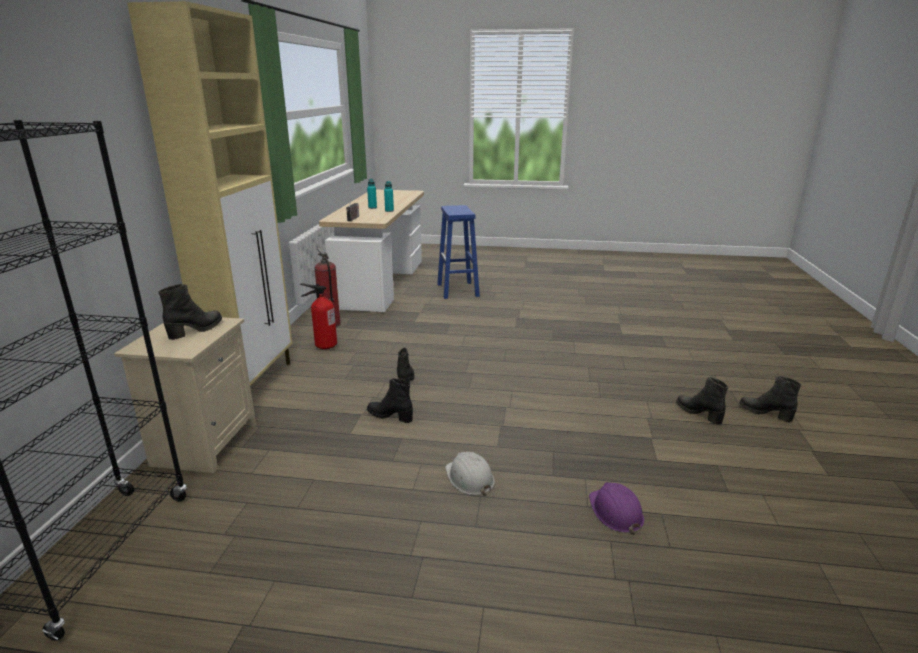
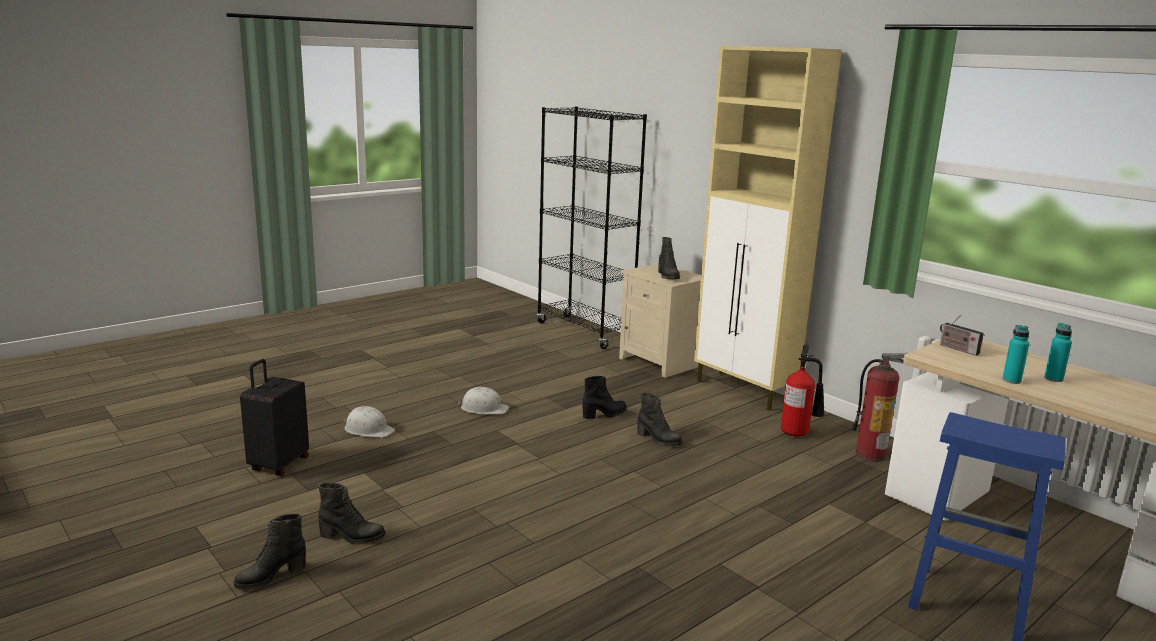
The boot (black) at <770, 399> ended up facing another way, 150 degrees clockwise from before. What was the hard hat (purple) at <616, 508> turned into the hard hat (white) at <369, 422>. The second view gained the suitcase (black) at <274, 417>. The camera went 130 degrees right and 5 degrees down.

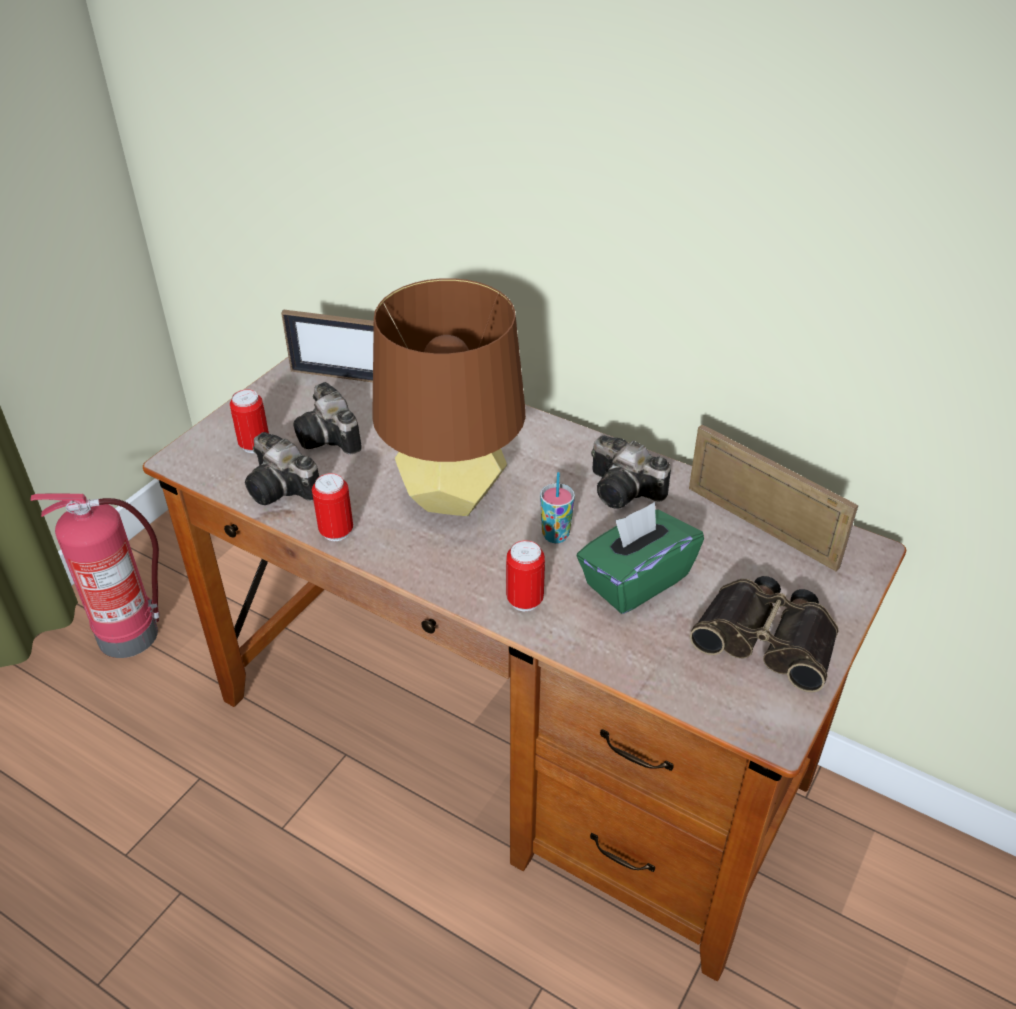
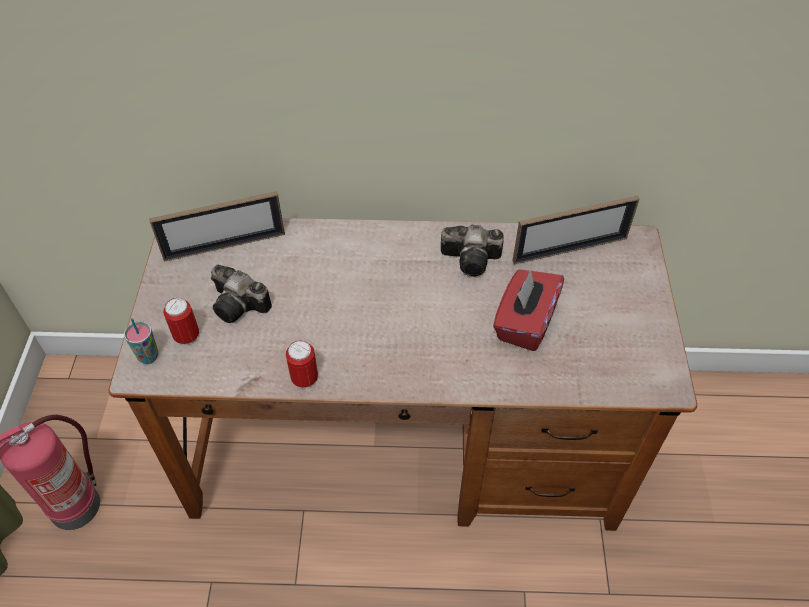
The second view lost the table lamp (brown) at <449, 397>. The picture frame at <773, 497> ended up facing another way, 150 degrees clockwise from before. The second view lost the photo camera at <282, 468>. The cup ended up elsewhere, having gone from <557, 507> to <141, 341>. What was the tissue box (green) at <640, 558> turned into the tissue box (red) at <528, 310>. The second view lost the can at <525, 575>. The second view lost the binoculars at <764, 634>. The camera went 30 degrees left and 10 degrees up.

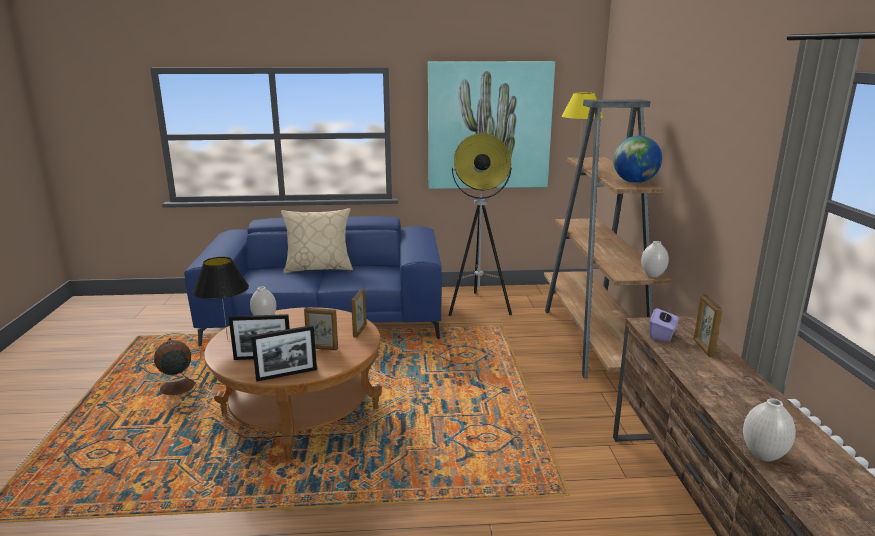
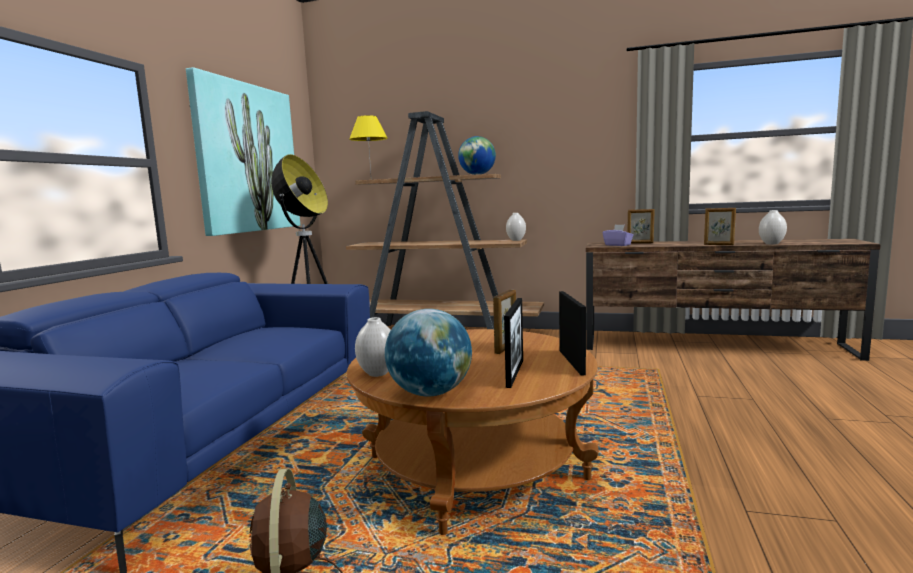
The second view lost the pillow (beige) at <317, 240>. Where the table lamp (black) stood at <221, 298>, the globe came to stand at <428, 353>. The picture frame ended up elsewhere, having gone from <359, 313> to <720, 226>. The camera went 70 degrees left and 10 degrees down.

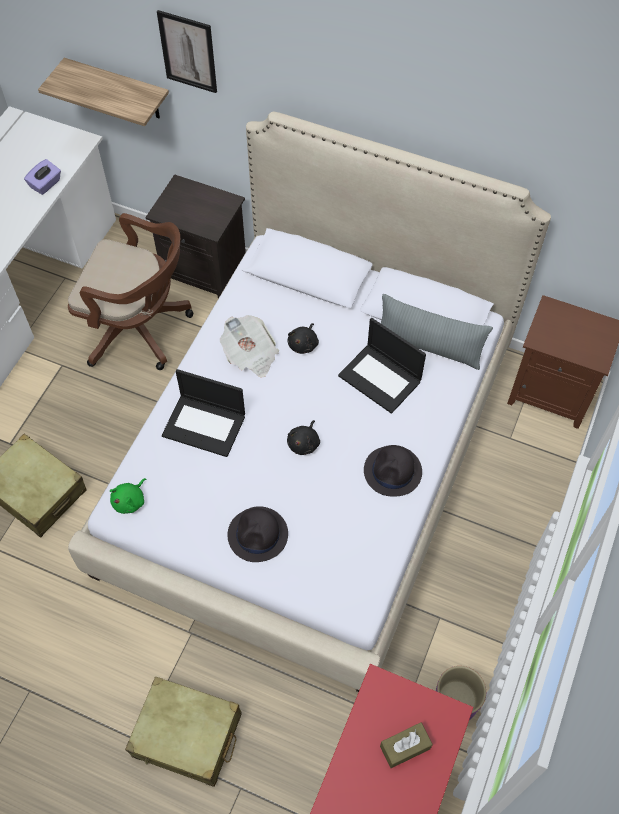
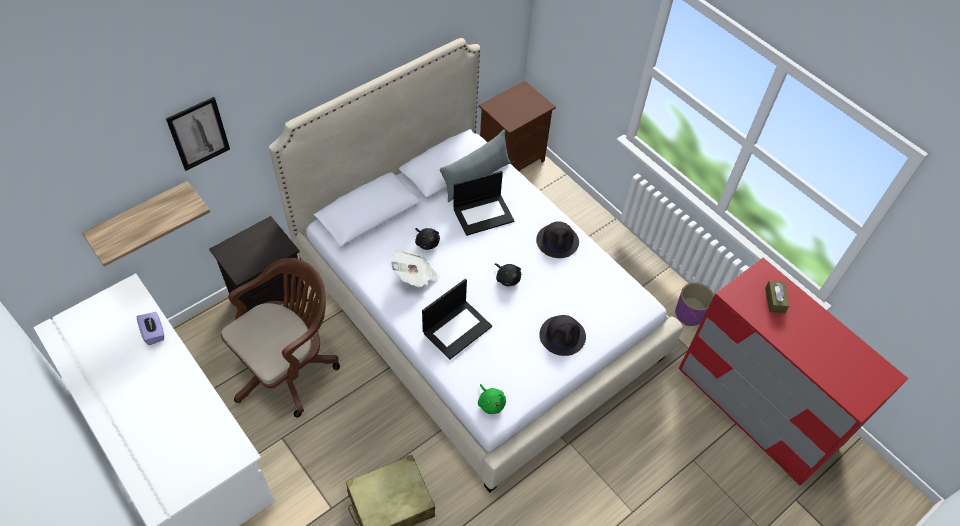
The second view lost the suitcase (beige) at <183, 732>. The camera went 65 degrees left and 5 degrees down.

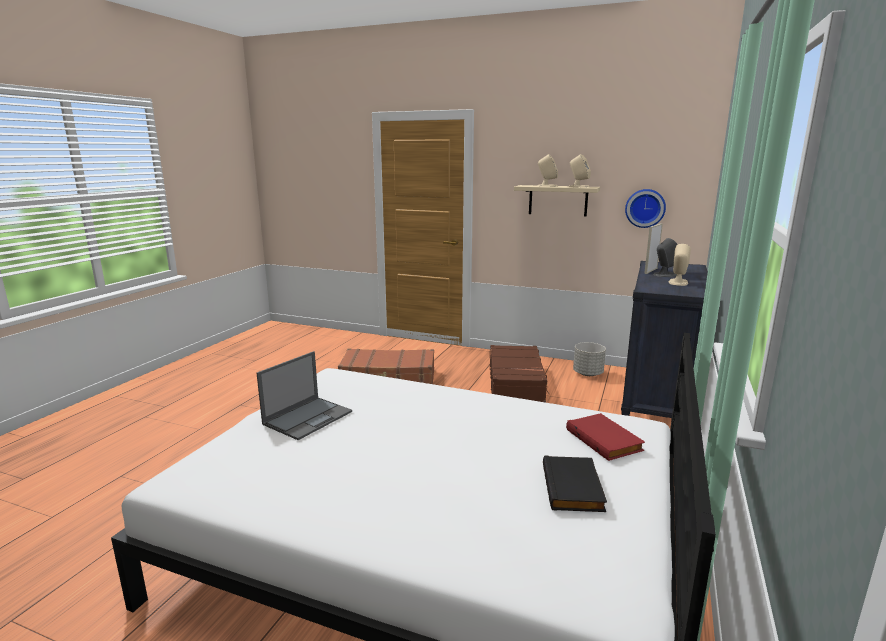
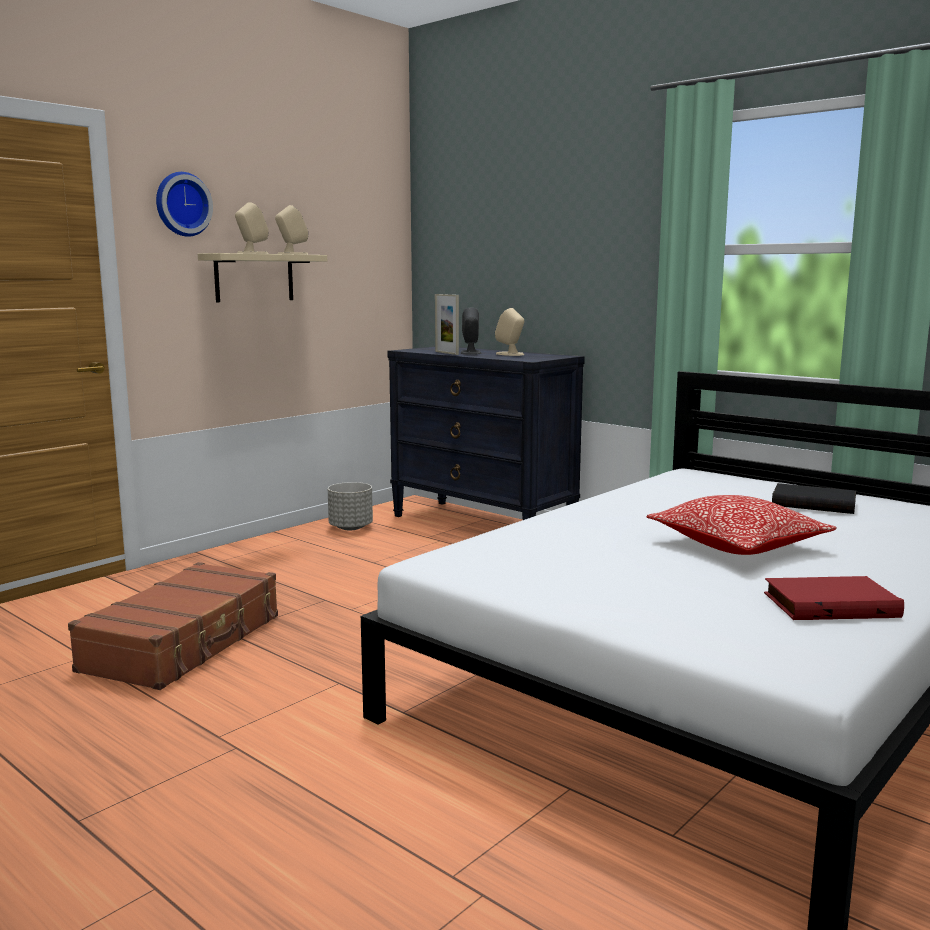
The wall clock ended up elsewhere, having gone from <645, 208> to <184, 204>. The second view lost the suitcase (brown) at <520, 374>. The second view lost the laptop at <304, 395>. The book (red) ended up elsewhere, having gone from <605, 437> to <834, 598>. The second view gained the pillow at <741, 525>. The camera went 70 degrees left and 5 degrees down.

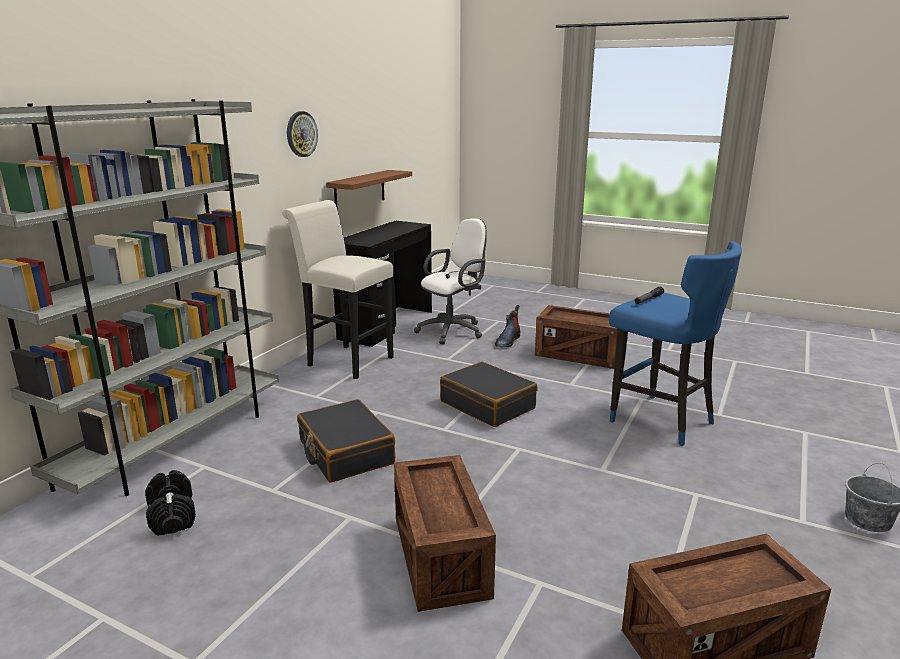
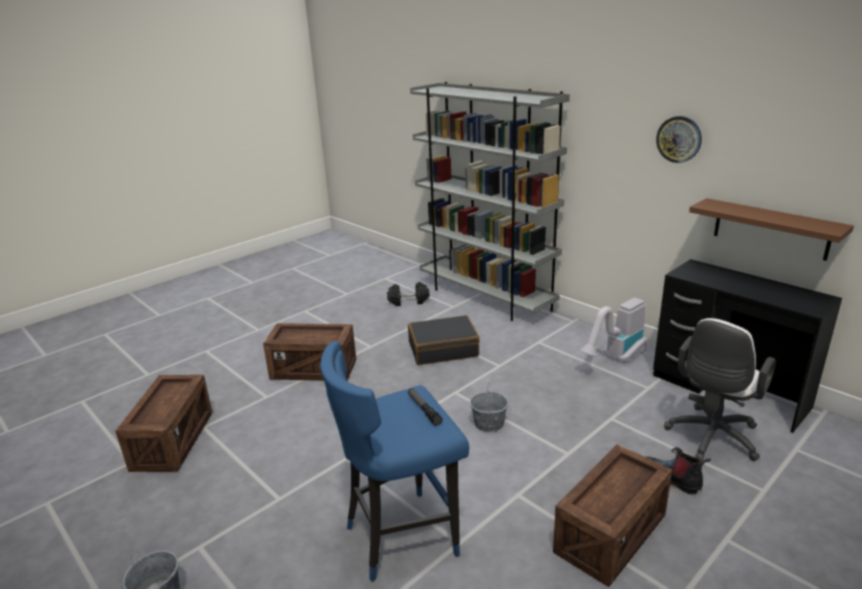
Where the stool (white) stood at <338, 289>, the vacuum cleaner came to stand at <613, 330>. The office chair (white) at <450, 281> ended up facing another way, 60 degrees clockwise from before. Where the suitcase (black) stood at <489, 394>, the bucket (grey) came to stand at <489, 407>. The camera went 110 degrees right and 5 degrees up.

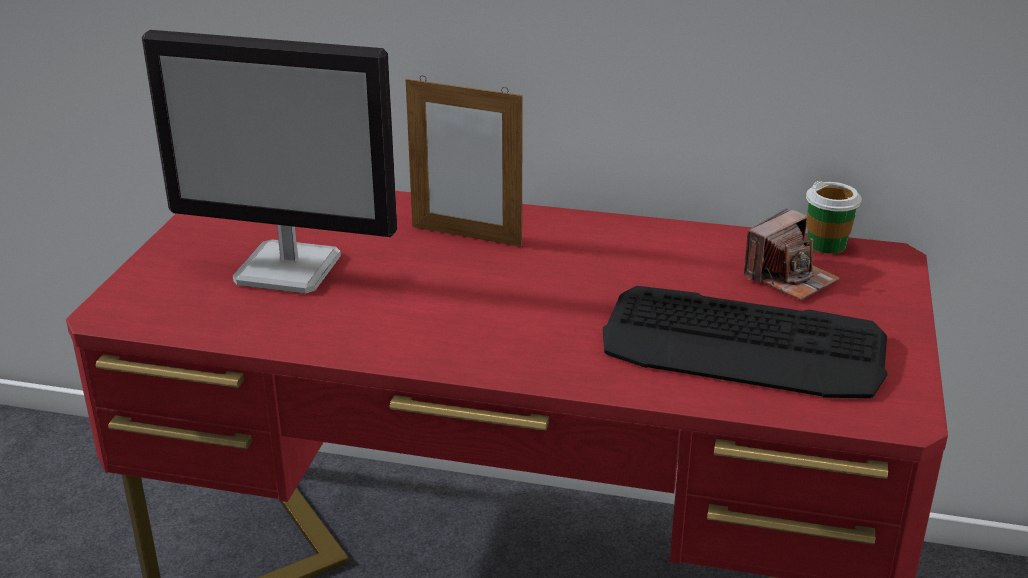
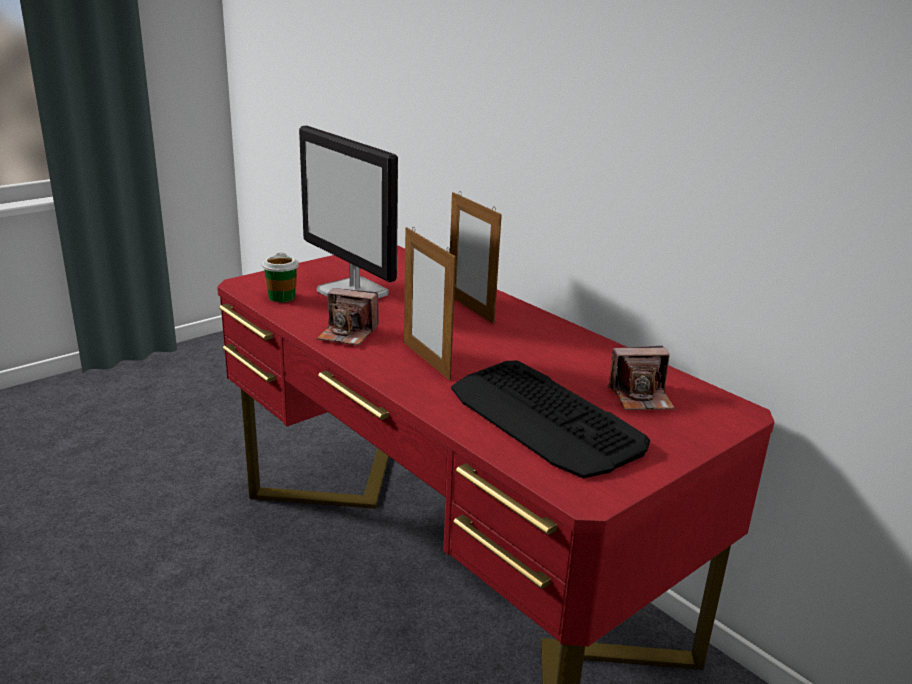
The cup ended up elsewhere, having gone from <834, 217> to <280, 277>. The second view gained the picture frame at <430, 303>. The second view gained the photo camera at <348, 317>. The camera went 35 degrees right and 5 degrees down.

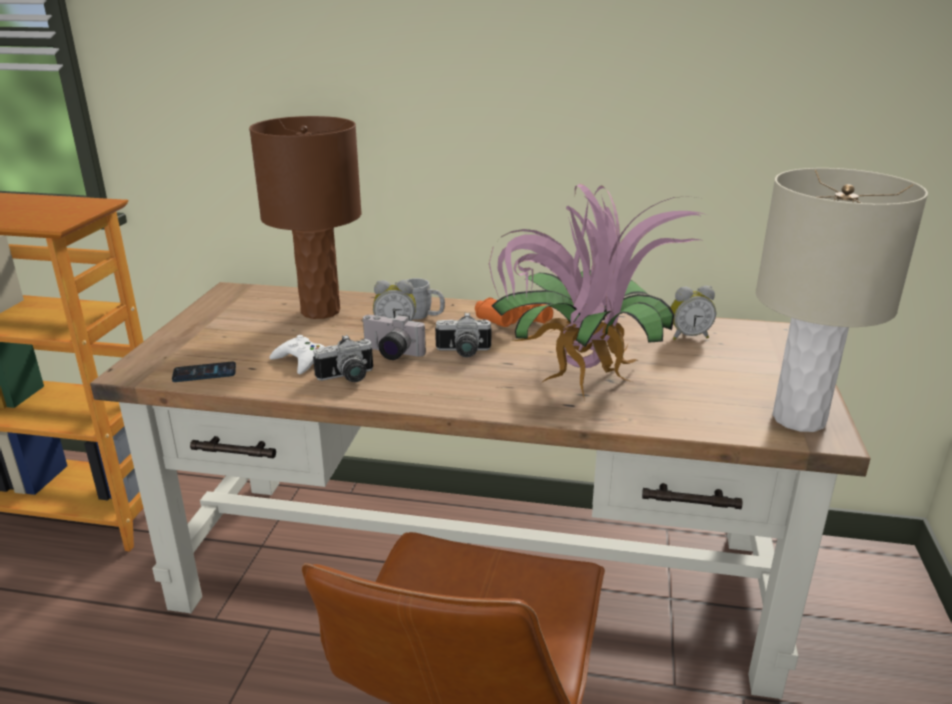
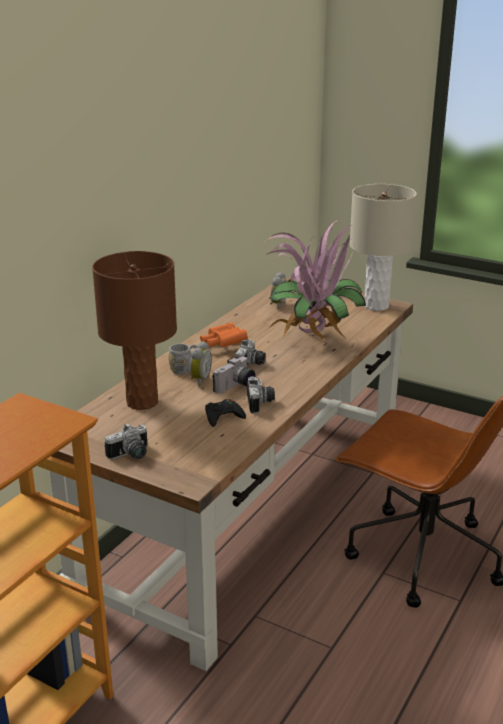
What was the game controller (white) at <297, 354> turned into the game controller (black) at <225, 413>. The second view lost the phone at <204, 372>. The second view gained the photo camera at <126, 441>. The camera went 70 degrees left and 0 degrees up.

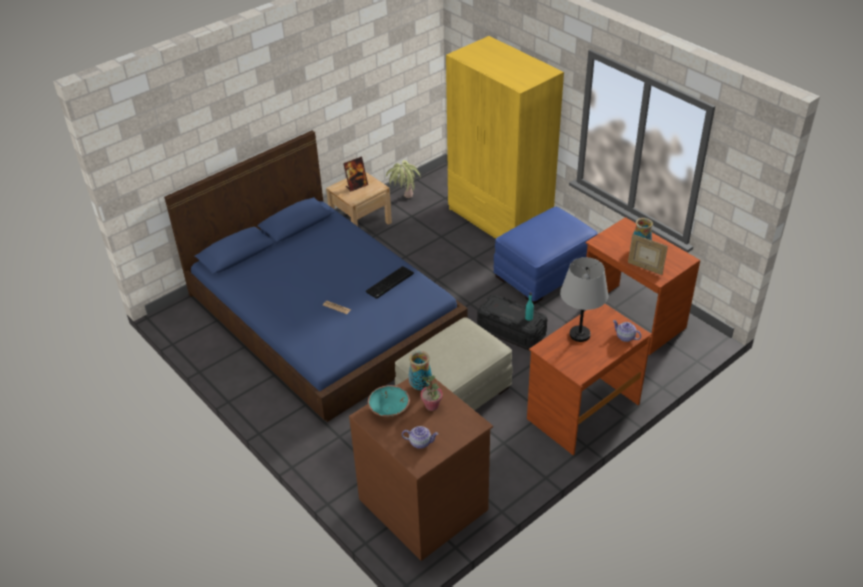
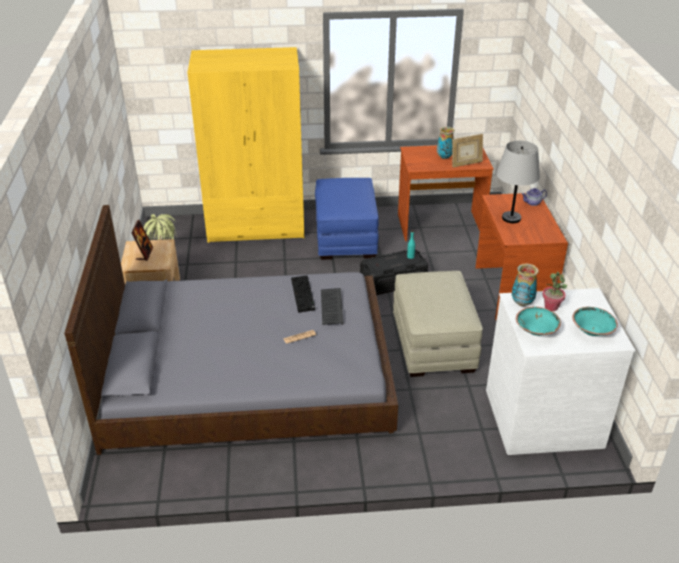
What was the bed (blue) at <316, 276> turned into the bed (grey) at <231, 330>. What was the dresser (brown) at <421, 469> turned into the dresser (white) at <560, 371>. Where the teapot stood at <420, 437>, the bowl (turquoise) came to stand at <595, 321>. The second view gained the keyboard at <332, 306>. The camera went 55 degrees left and 5 degrees down.

